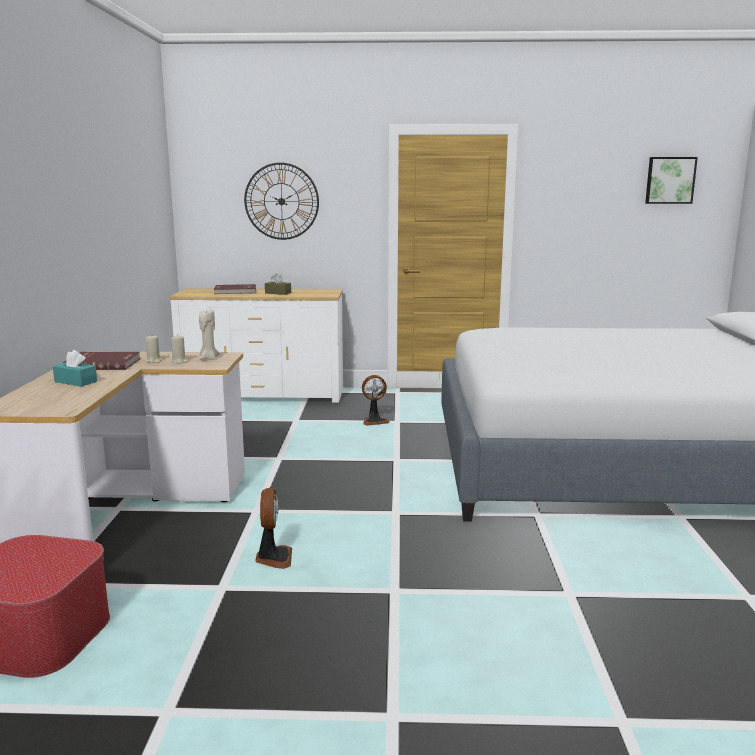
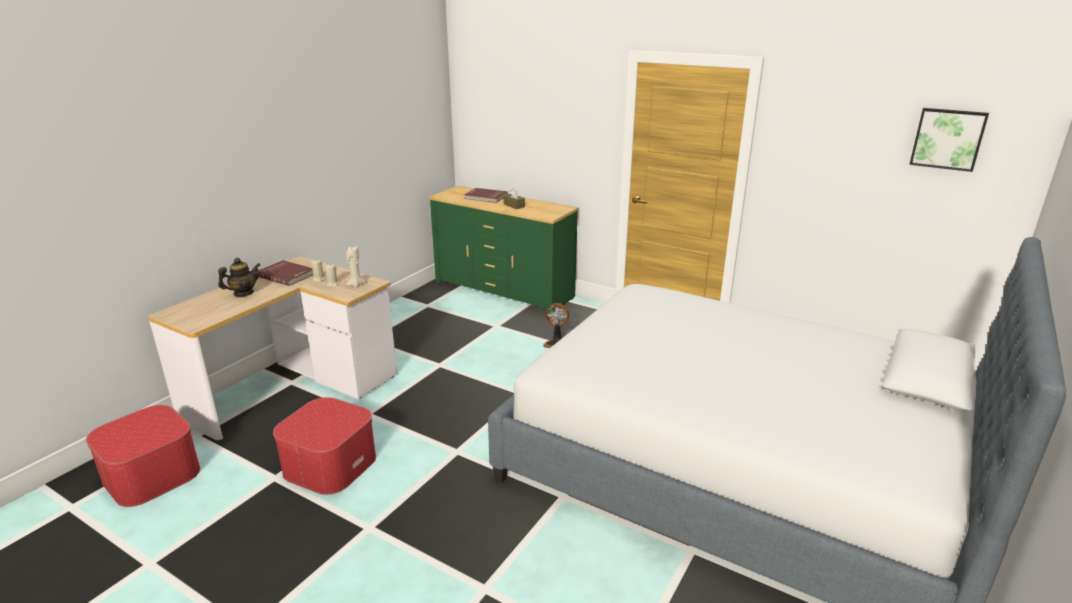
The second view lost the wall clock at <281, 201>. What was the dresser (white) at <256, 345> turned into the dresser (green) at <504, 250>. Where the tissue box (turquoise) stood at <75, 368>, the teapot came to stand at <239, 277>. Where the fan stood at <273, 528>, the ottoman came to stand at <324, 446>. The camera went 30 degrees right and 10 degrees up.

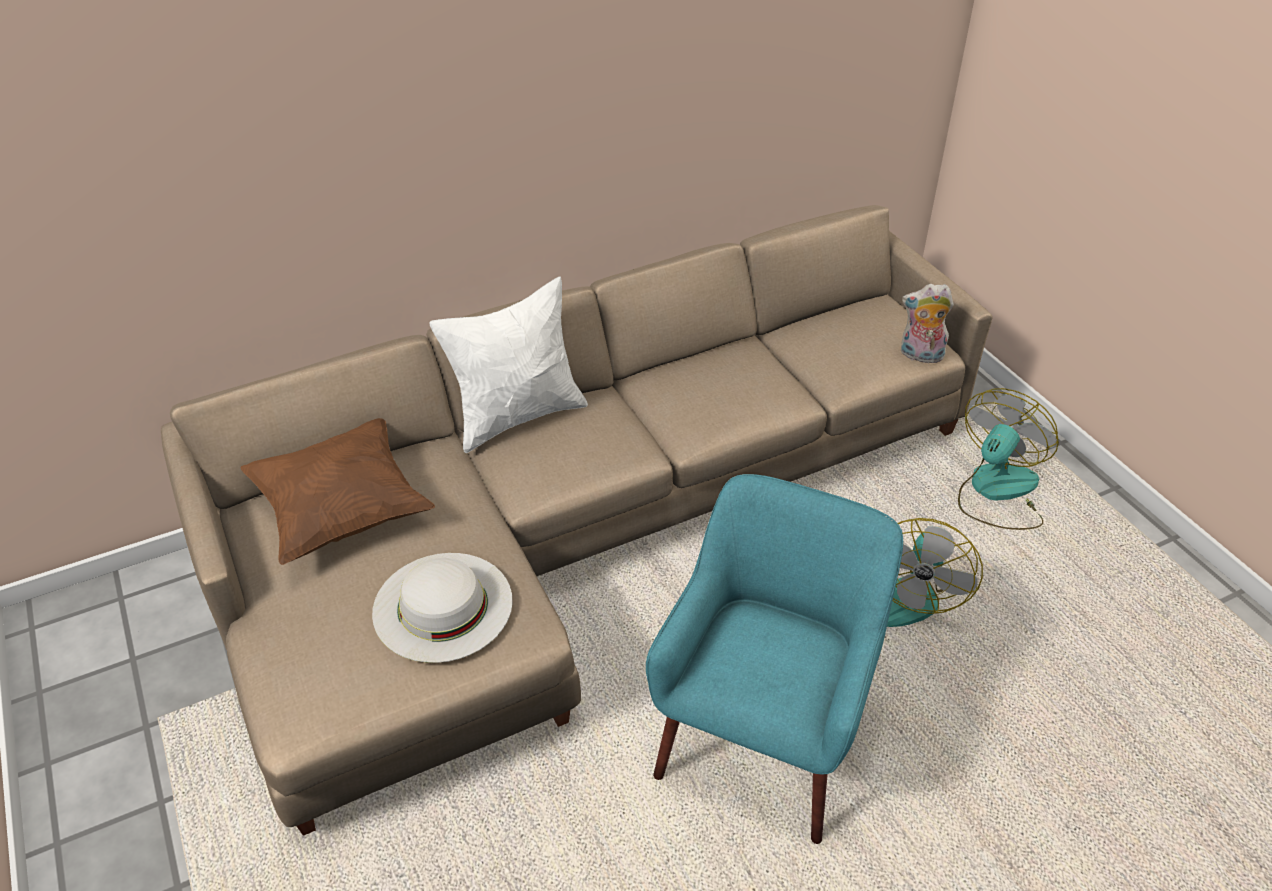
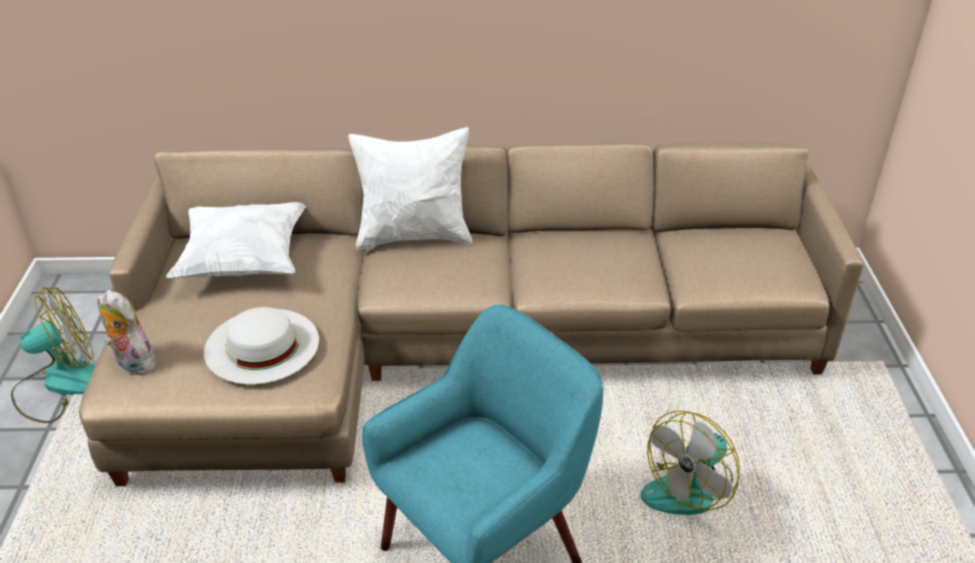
The plush toy ended up elsewhere, having gone from <927, 323> to <126, 332>. The fan ended up elsewhere, having gone from <1008, 459> to <53, 355>. What was the pillow (brown) at <337, 491> turned into the pillow (white) at <236, 240>. The camera went 25 degrees right and 5 degrees down.

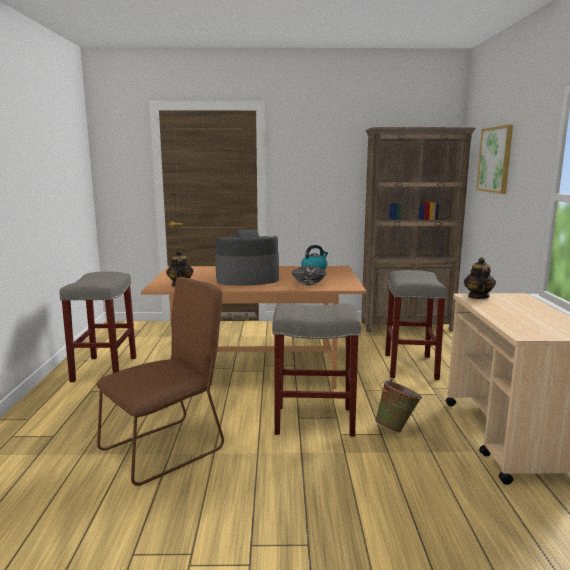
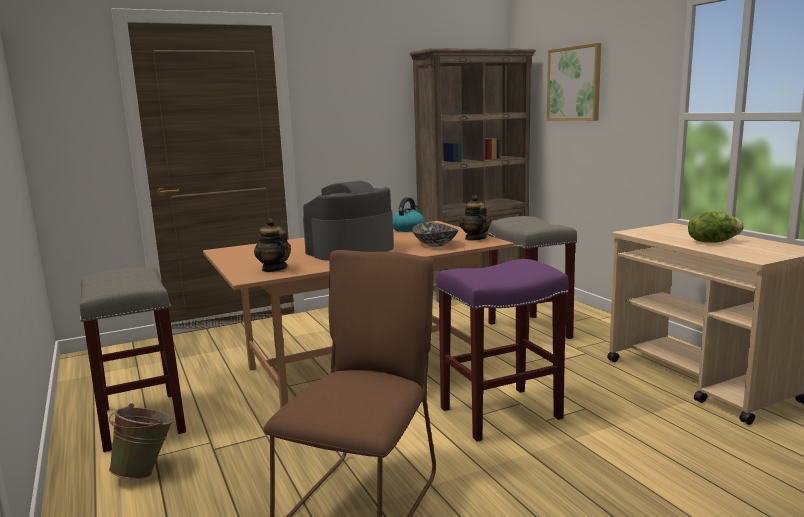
The teapot ended up elsewhere, having gone from <480, 278> to <475, 218>. What was the stool (grey) at <316, 369> turned into the stool (purple) at <502, 350>. The bucket (green) ended up elsewhere, having gone from <398, 406> to <141, 441>. The second view gained the lettuce at <716, 227>. The camera went 25 degrees left and 0 degrees up.

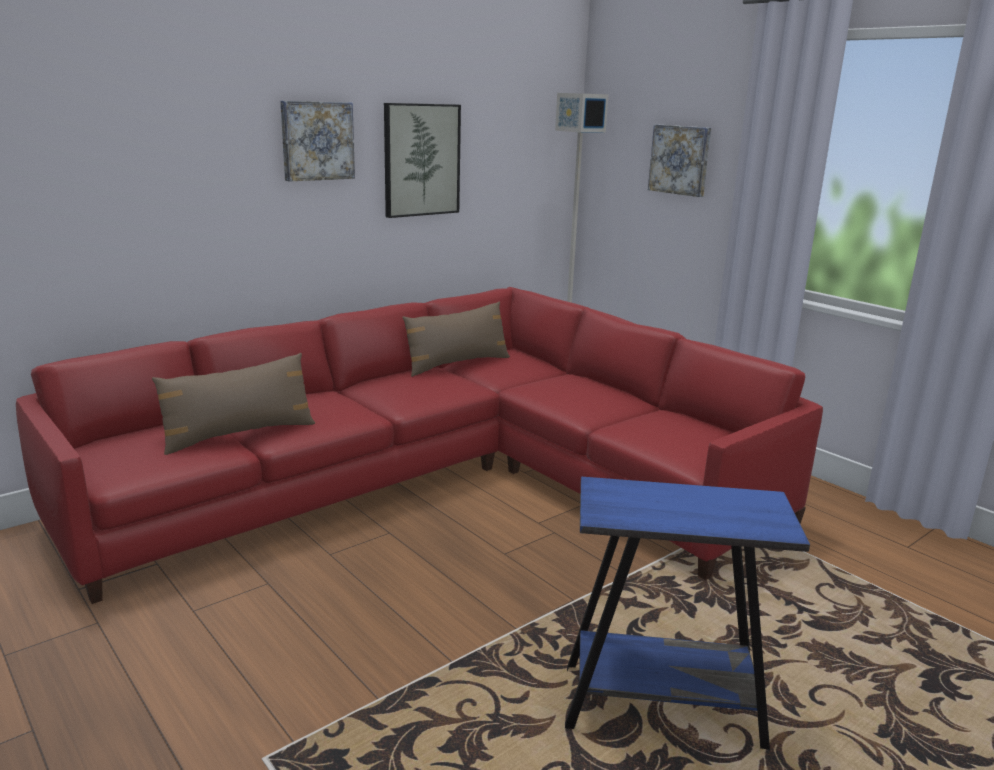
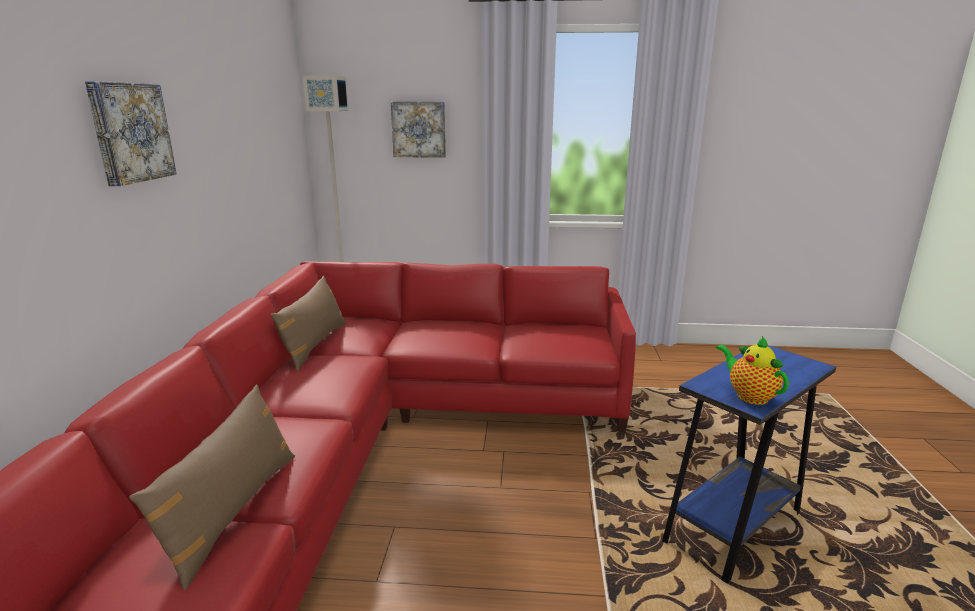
The second view lost the picture at <422, 160>. The second view gained the teapot at <752, 370>. The camera went 45 degrees left and 0 degrees up.

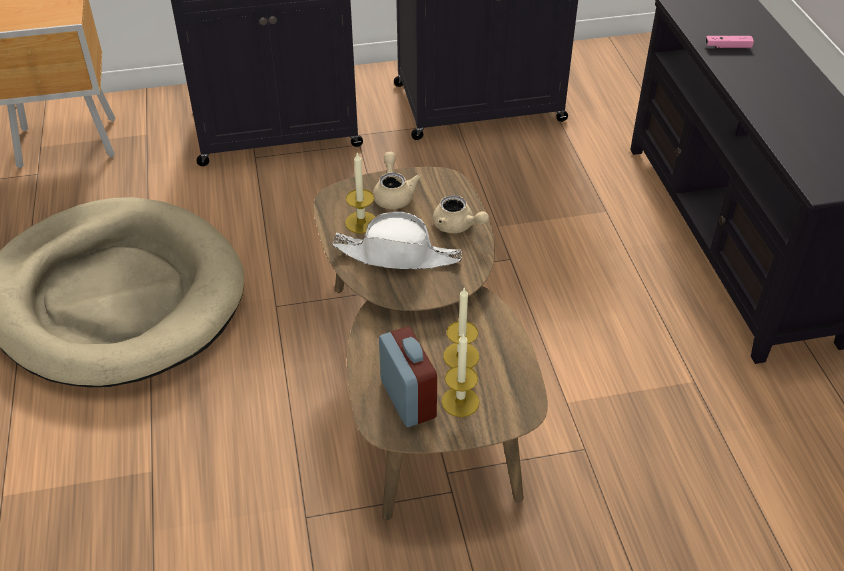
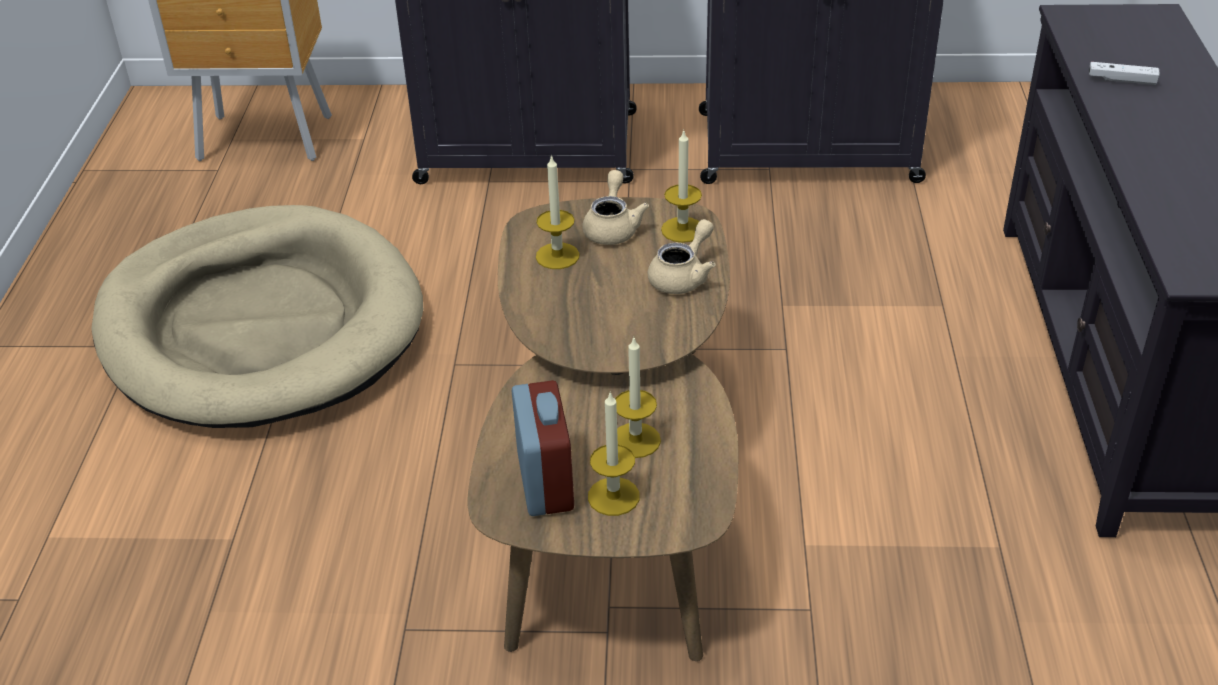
What was the game controller (pink) at <729, 42> turned into the game controller (white) at <1124, 73>. The teapot (beige) at <461, 214> ended up facing another way, 105 degrees counterclockwise from before. The second view lost the hat (white) at <397, 240>. The second view gained the candle at <681, 186>. The camera went 15 degrees right and 5 degrees down.

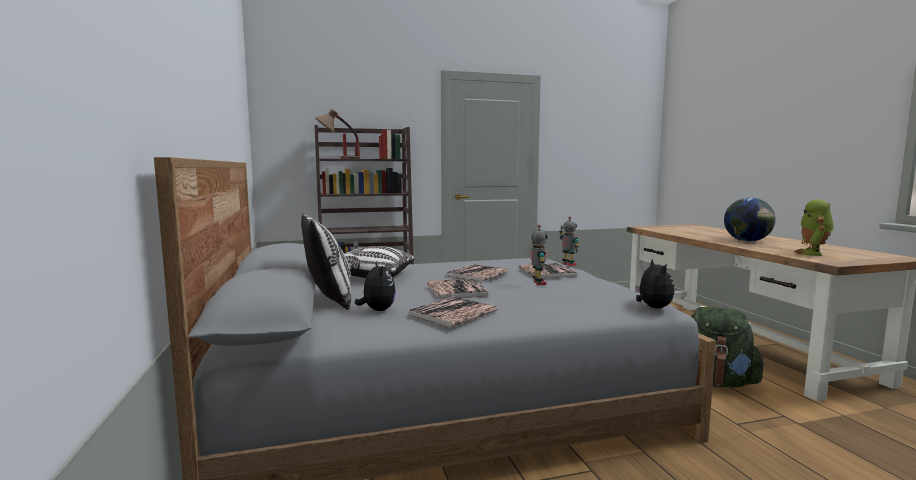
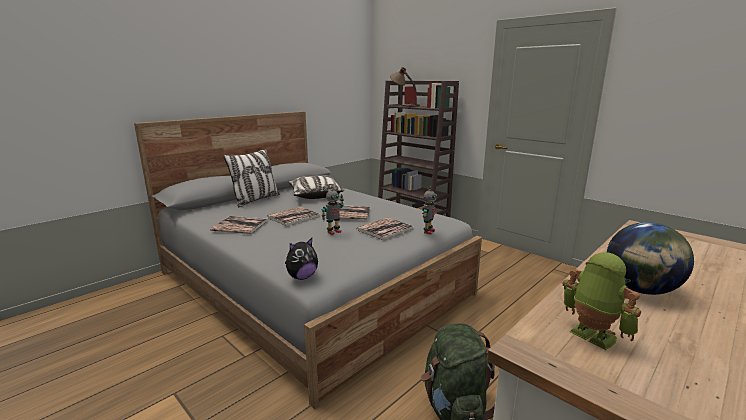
The toy robot at <814, 227> ended up facing another way, 60 degrees clockwise from before. The second view lost the plush toy at <375, 286>. The camera went 60 degrees right and 10 degrees up.

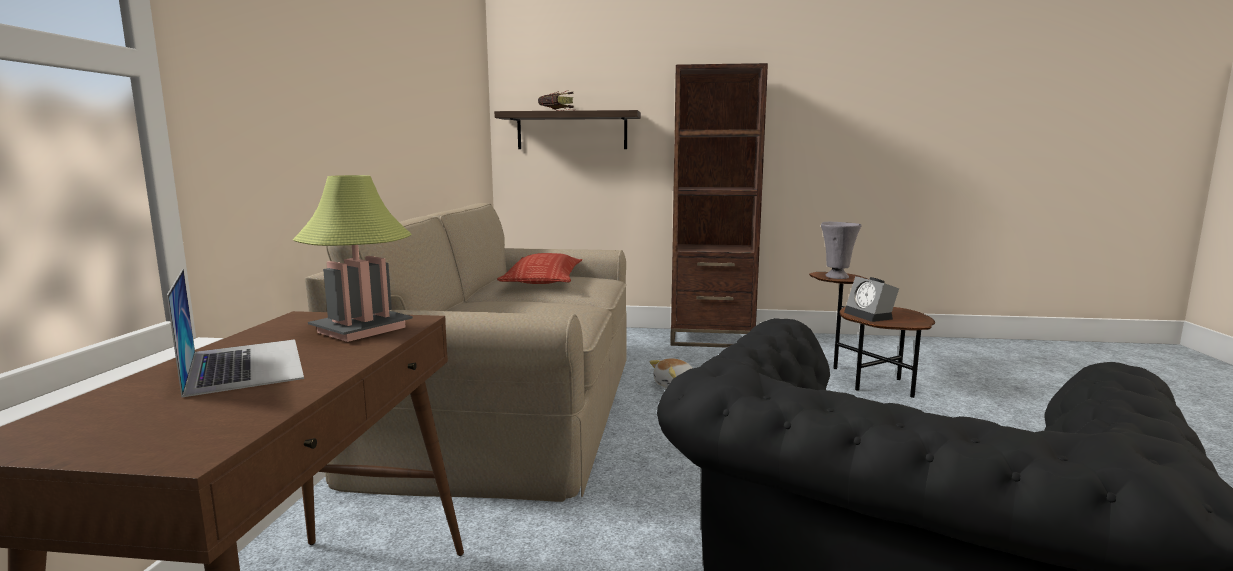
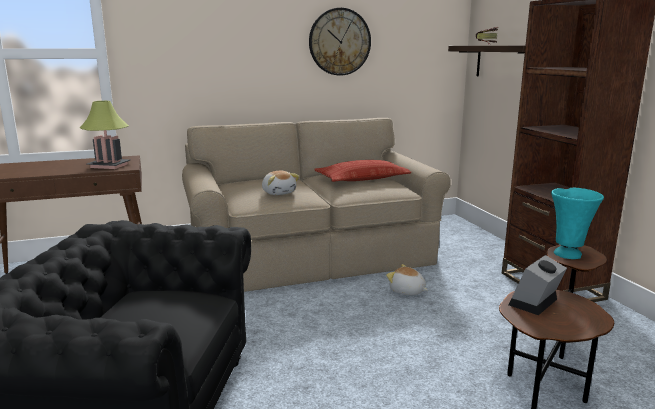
What was the vase (grey) at <841, 250> turned into the vase (turquoise) at <577, 223>. The second view lost the laptop at <235, 333>. The second view gained the wall clock at <340, 42>. The second view gained the plush toy at <280, 183>. The camera went 65 degrees right and 5 degrees up.

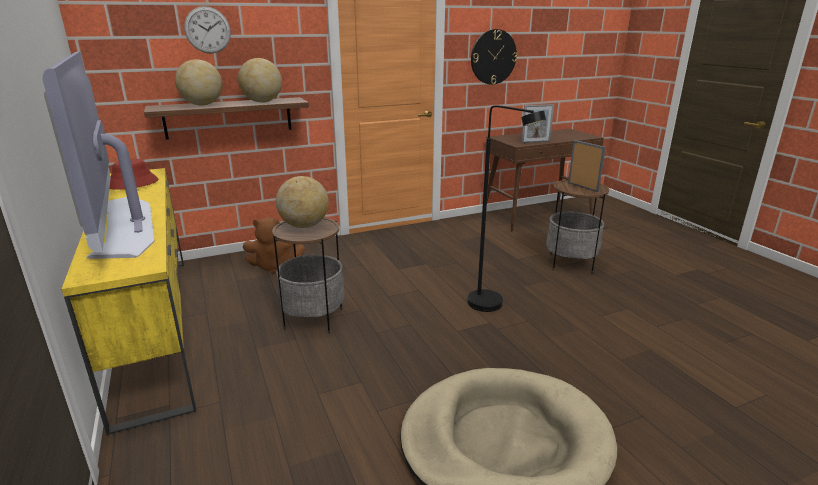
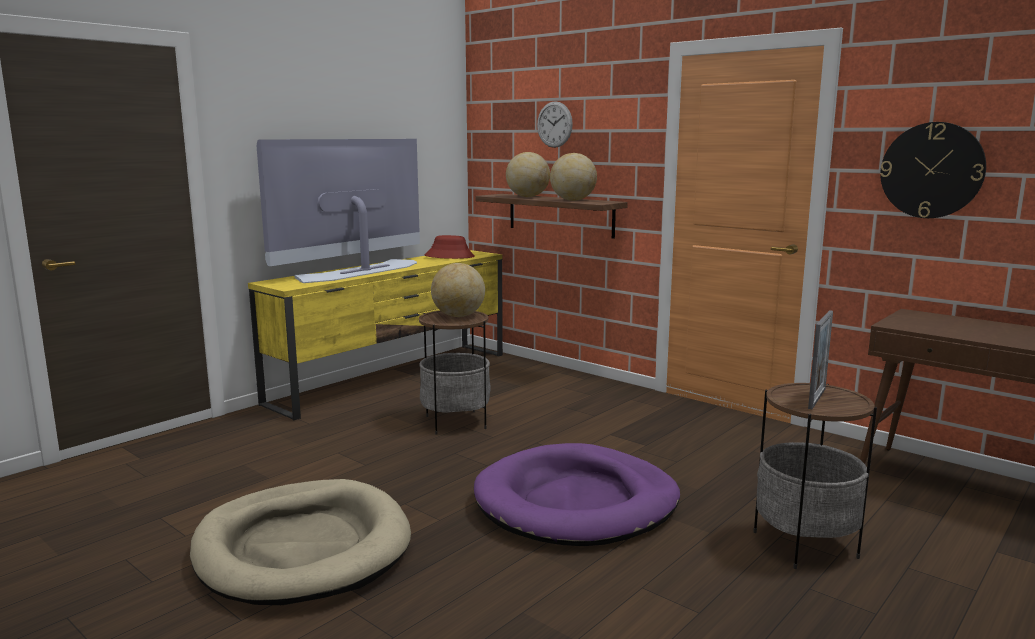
The second view lost the picture frame at <537, 123>. Where the floor lamp (black) stood at <507, 208>, the dog bed (purple) came to stand at <577, 494>. The second view lost the plush toy (brown) at <273, 245>. The camera went 65 degrees right and 10 degrees down.

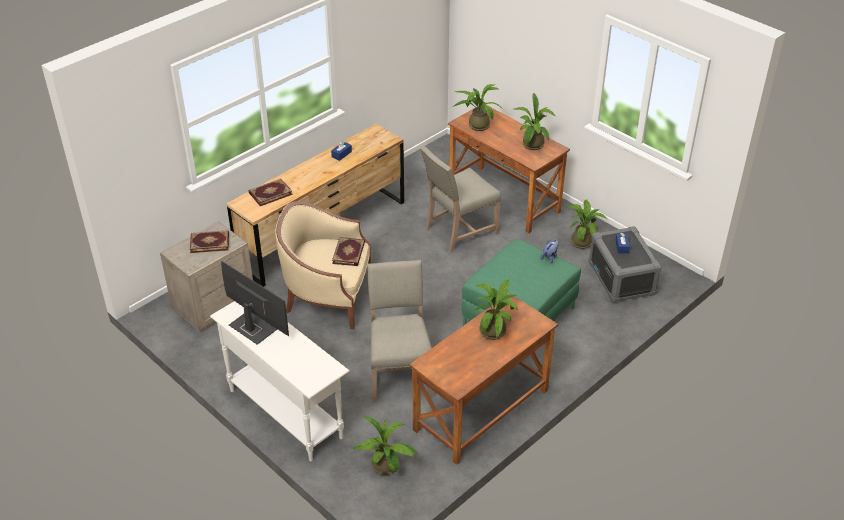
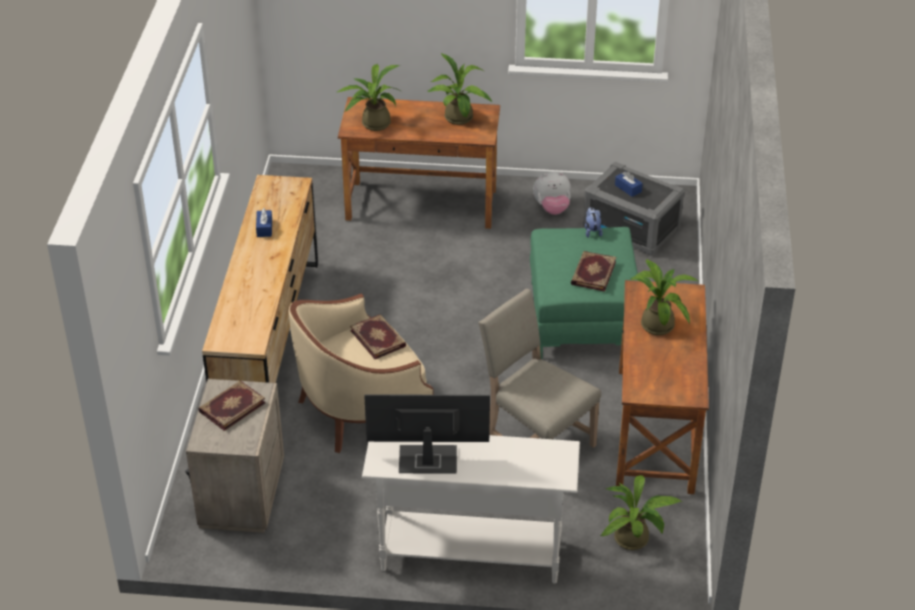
The second view lost the chair (beige) at <460, 199>. The book ended up elsewhere, having gone from <271, 192> to <593, 271>. Where the potted plant stood at <587, 224>, the plush toy came to stand at <552, 193>. The camera went 40 degrees left and 0 degrees up.

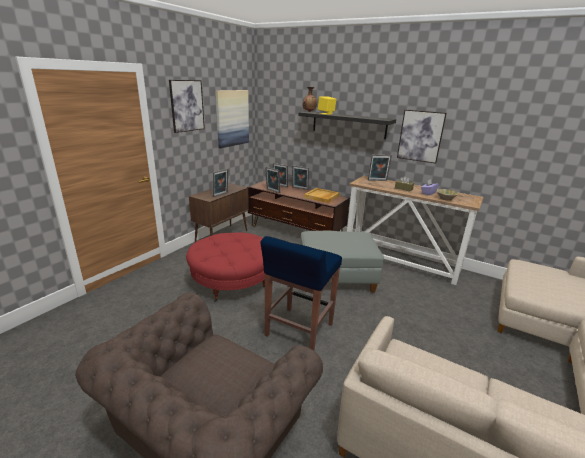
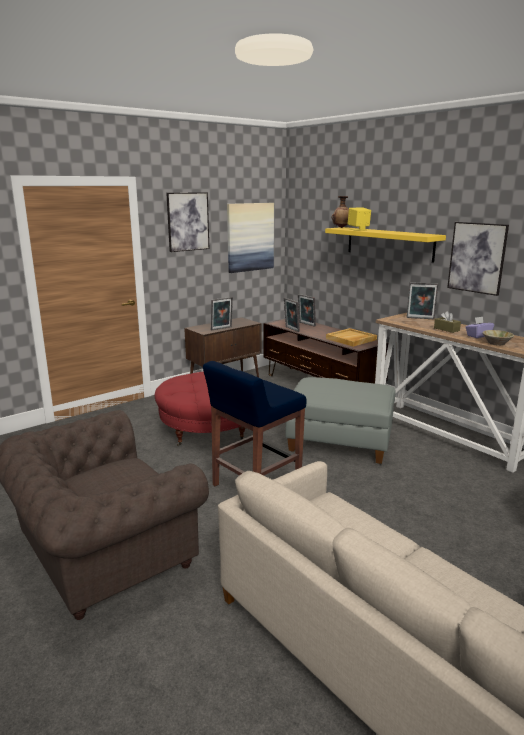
What was the shelf (black) at <347, 125> turned into the shelf (yellow) at <385, 245>. The second view lost the picture frame at <300, 178>. The camera went 20 degrees right and 5 degrees down.

